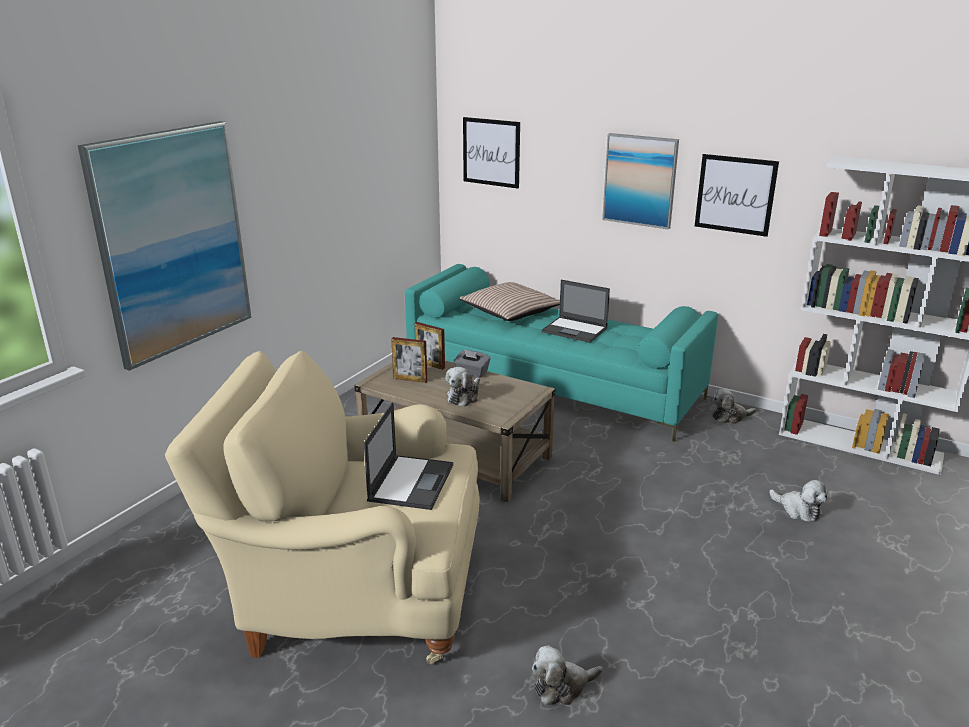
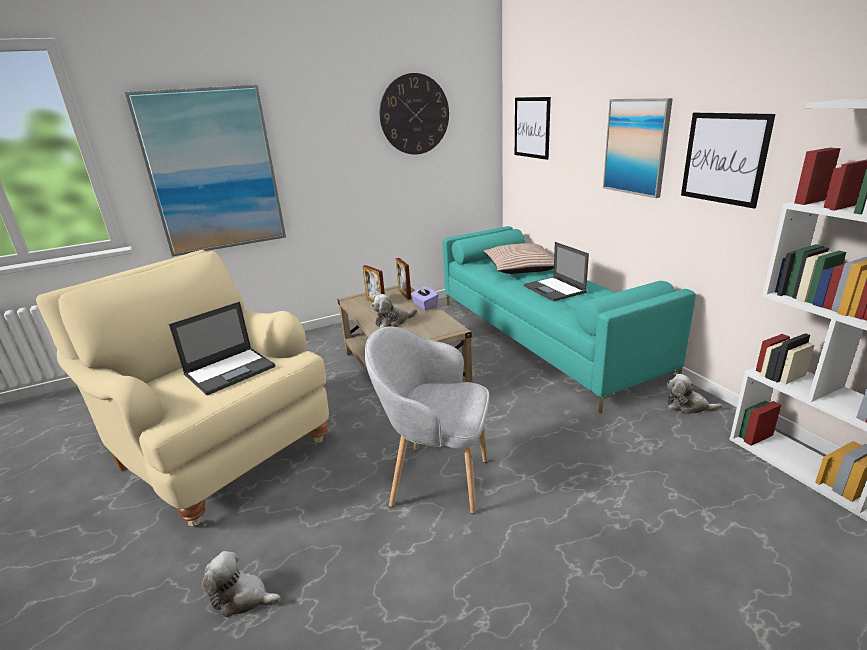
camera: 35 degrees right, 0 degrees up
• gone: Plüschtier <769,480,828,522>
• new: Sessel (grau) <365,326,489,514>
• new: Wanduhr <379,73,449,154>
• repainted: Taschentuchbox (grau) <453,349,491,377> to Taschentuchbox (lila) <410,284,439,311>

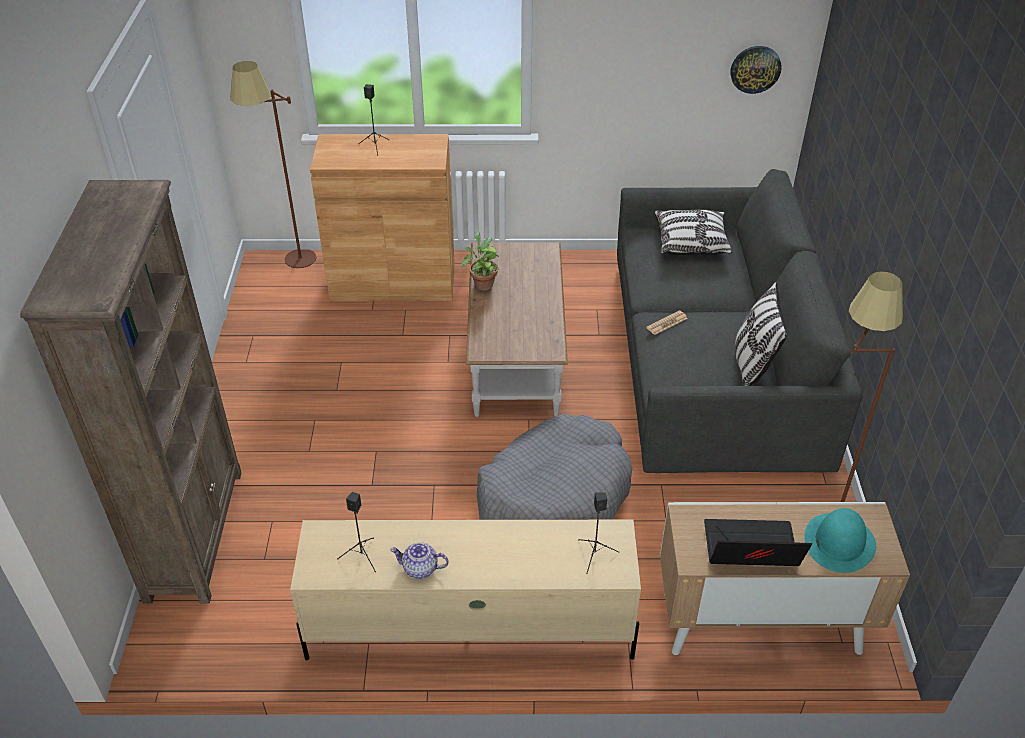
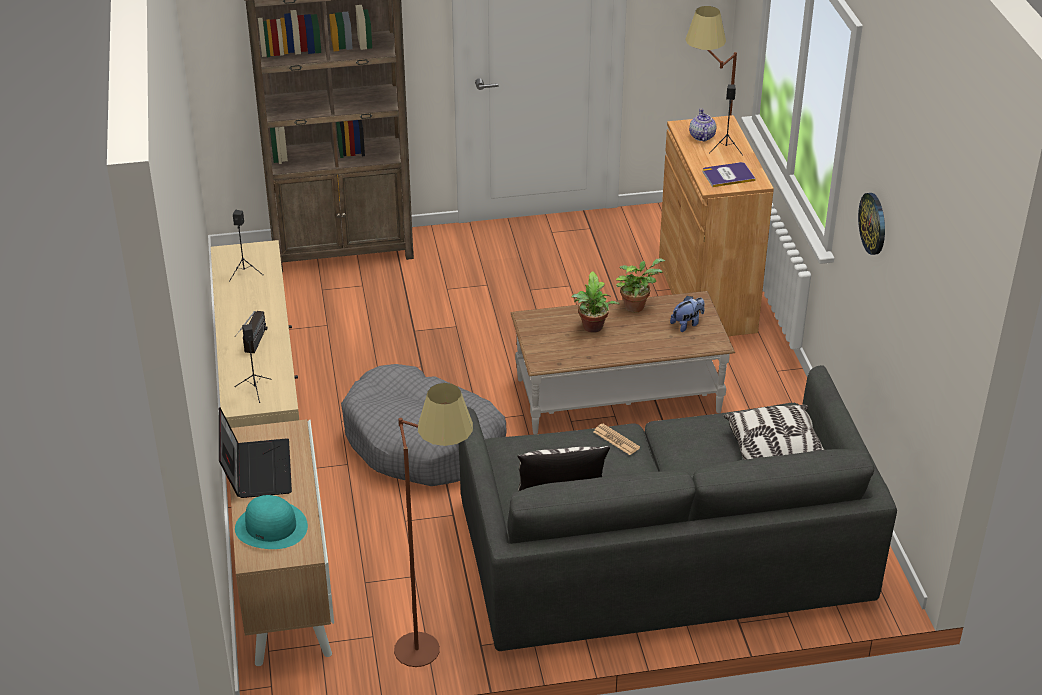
camera: 80 degrees right, 5 degrees down
• new: Radio <235,311,267,353>
• new: Topfpflanze <571,271,620,333>
• new: Plüschtier <670,296,705,332>
• new: Buch <703,162,756,187>
• shifted: Teekanne <390,542,449,579> to <689,109,716,141>
• shifted: Wanduhr <730,46,782,94> to <858,193,885,255>

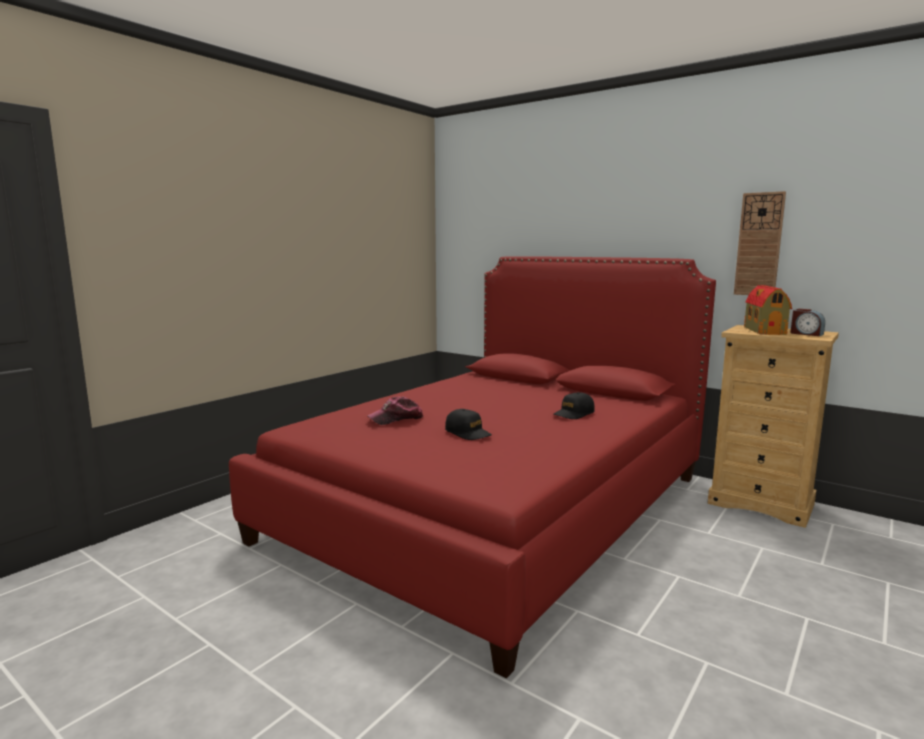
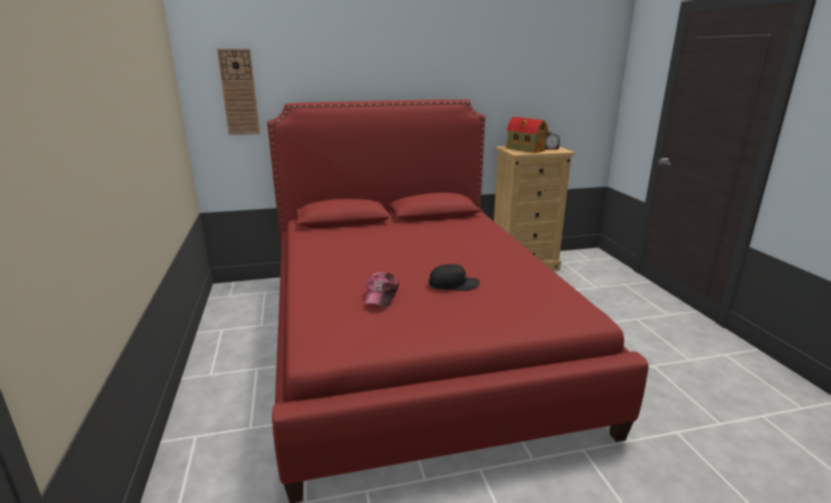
camera: 50 degrees left, 10 degrees up
• gone: Kappe (schwarz) <553,392,595,419>
• shifted: Wanduhr <734,191,786,295> to <217,49,260,135>

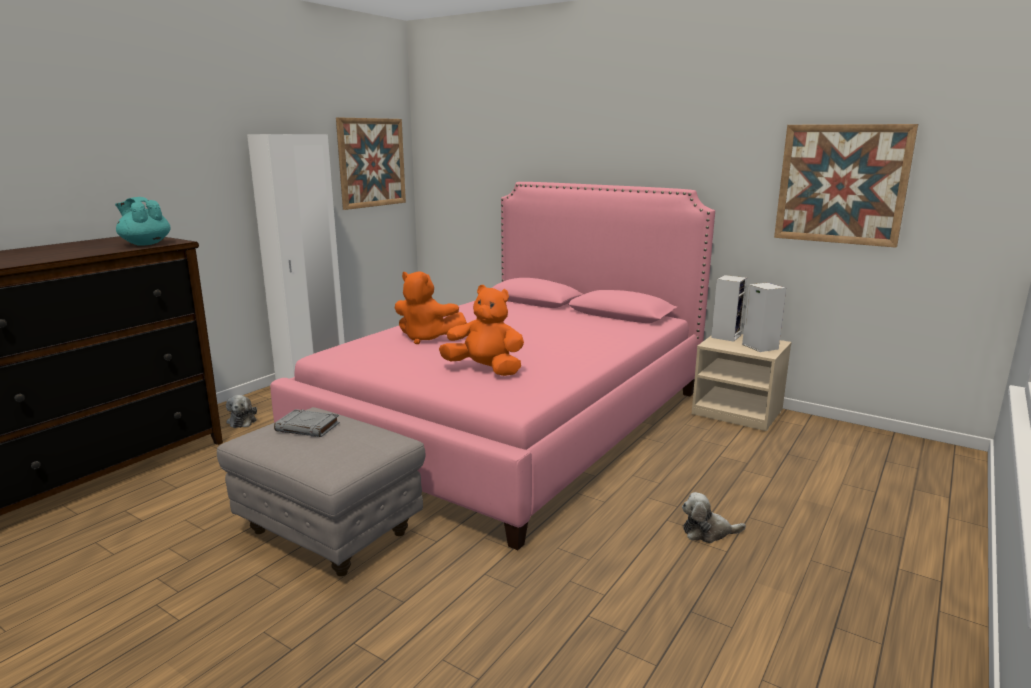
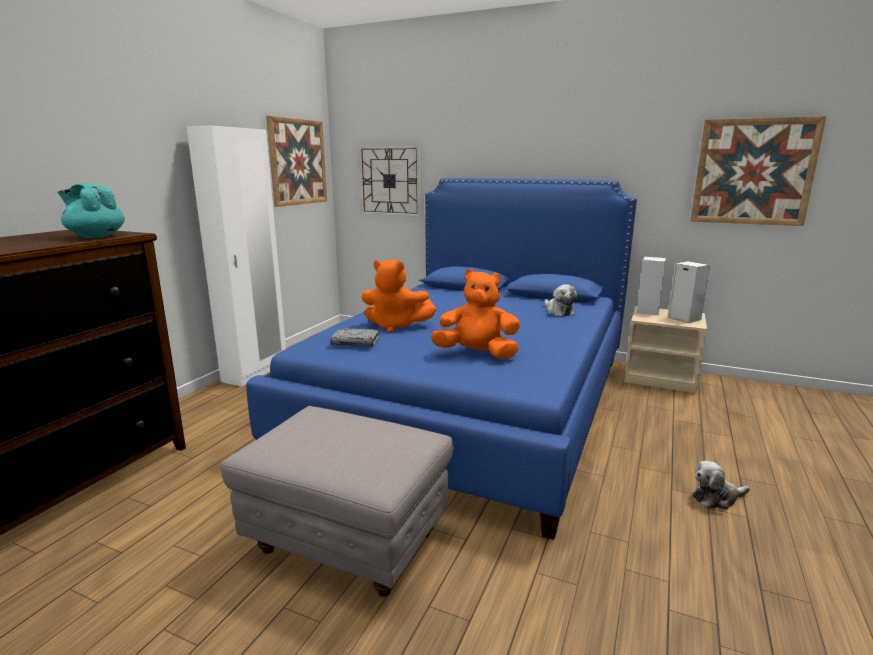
camera: 10 degrees left, 0 degrees up
• new: Wanduhr <358,145,421,217>
• shifted: Plüschtier <226,395,257,428> to <545,284,577,316>
• shifted: Buch (grau) <274,409,340,437> to <331,328,380,346>
• repainted: Bett (rosa) <270,182,715,550> to Bett (blau) <246,178,637,540>

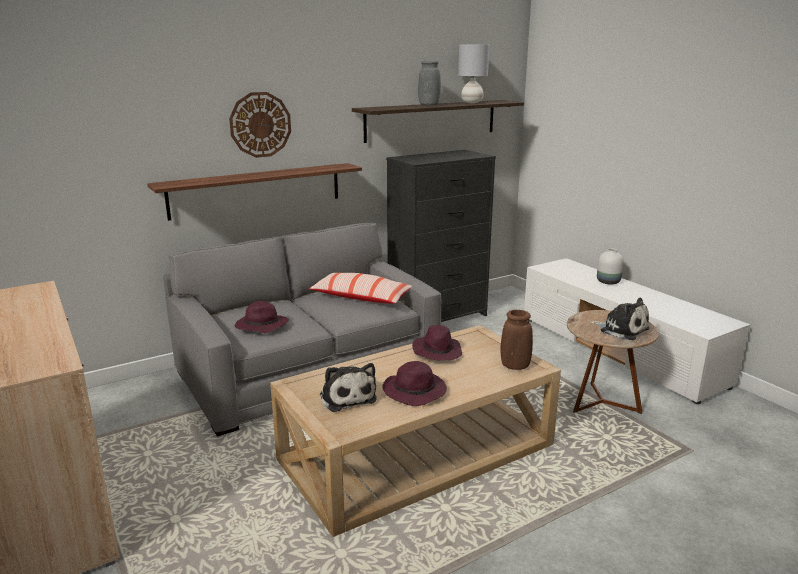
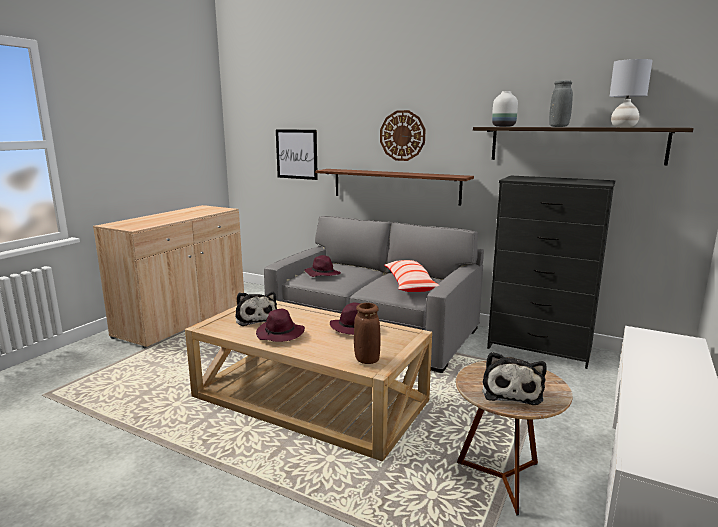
camera: 60 degrees right, 5 degrees down
• new: Bild <276,129,318,180>
• shifted: Vase (weiß) <597,248,624,285> to <492,91,518,127>
• rotated: Plüschtier <320,363,377,412> = <235,292,277,326> 60 degrees counterclockwise

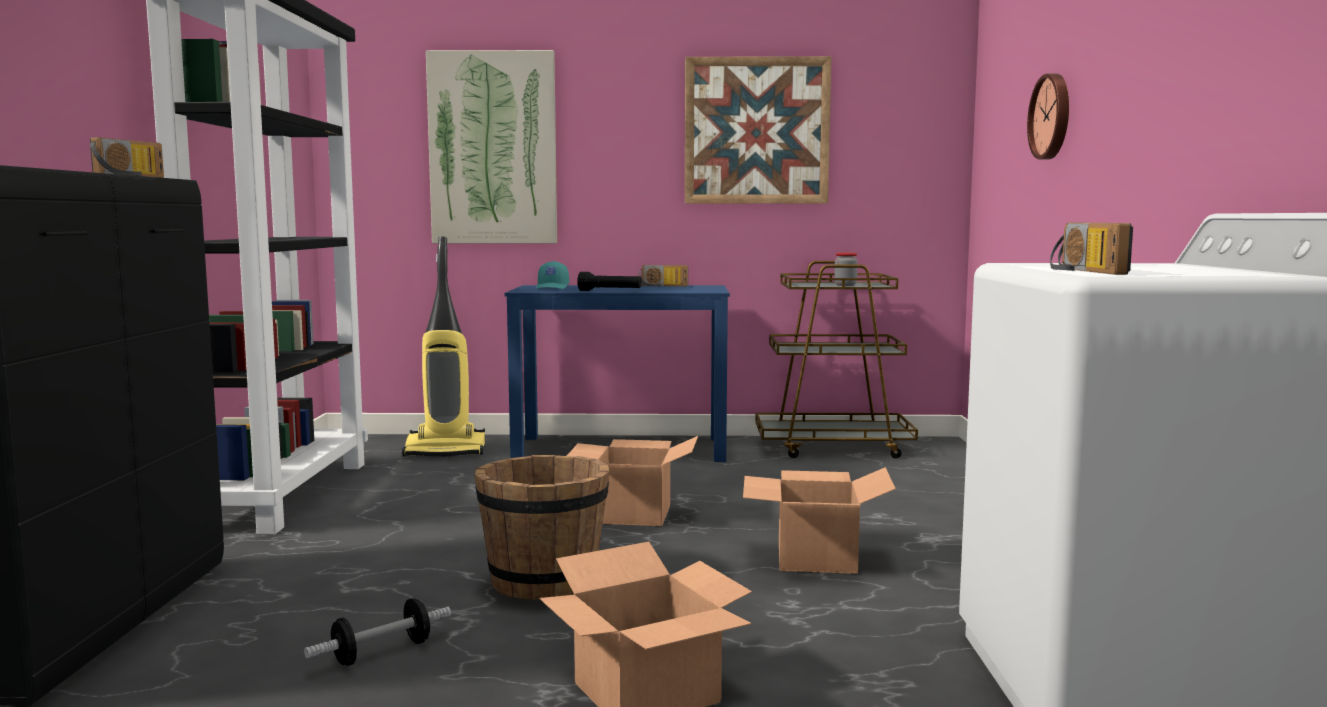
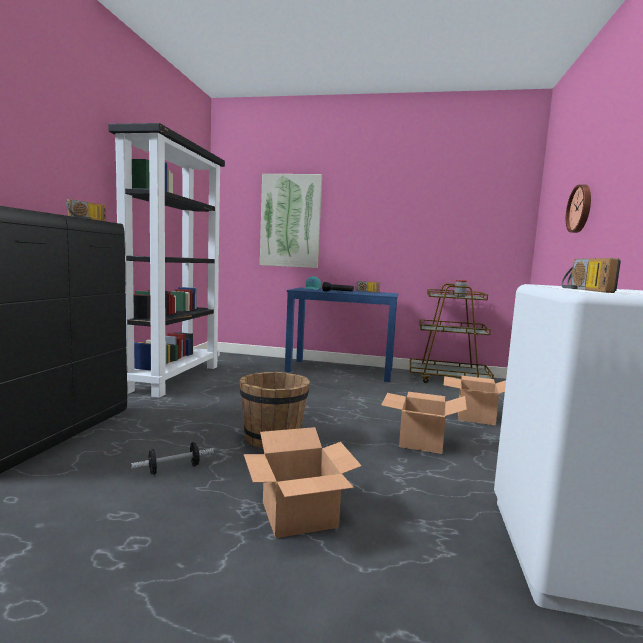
camera: 10 degrees right, 0 degrees up
• gone: Staubsauger <402,236,485,457>
• gone: Bild <685,56,832,204>
• shifted: Karton <567,436,698,526> to <444,376,506,426>

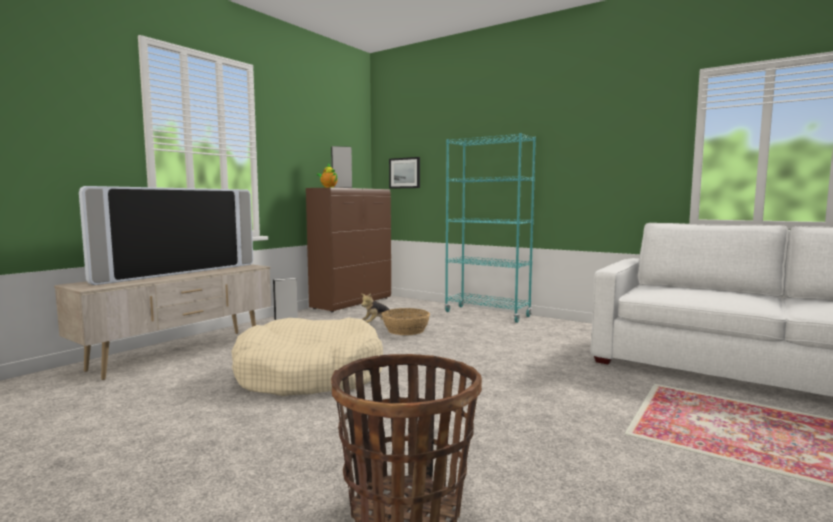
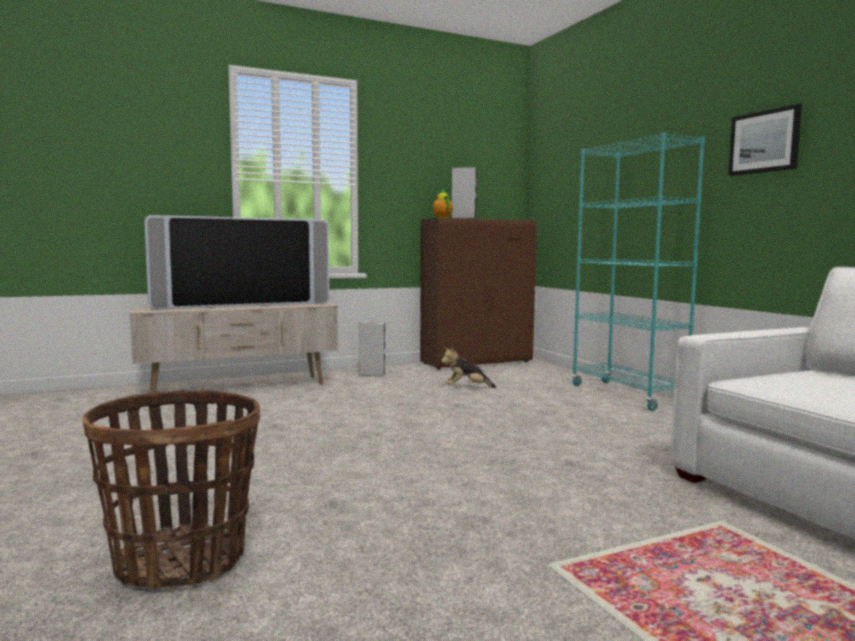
camera: 30 degrees right, 0 degrees up
• gone: Hundebett (beige) <231,317,383,396>
• gone: Korb <382,308,430,335>
• shifted: Bild <389,157,420,189> to <728,104,802,176>

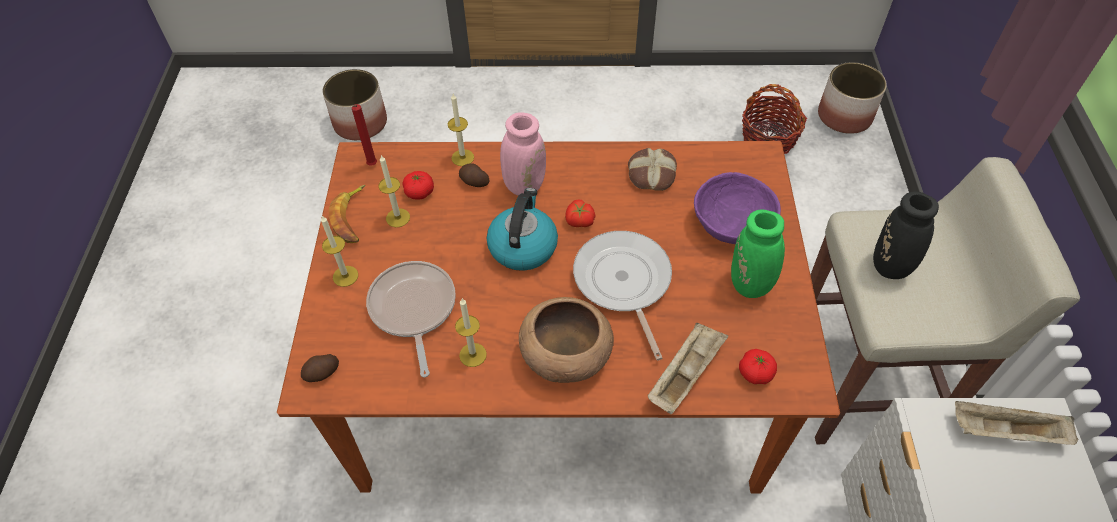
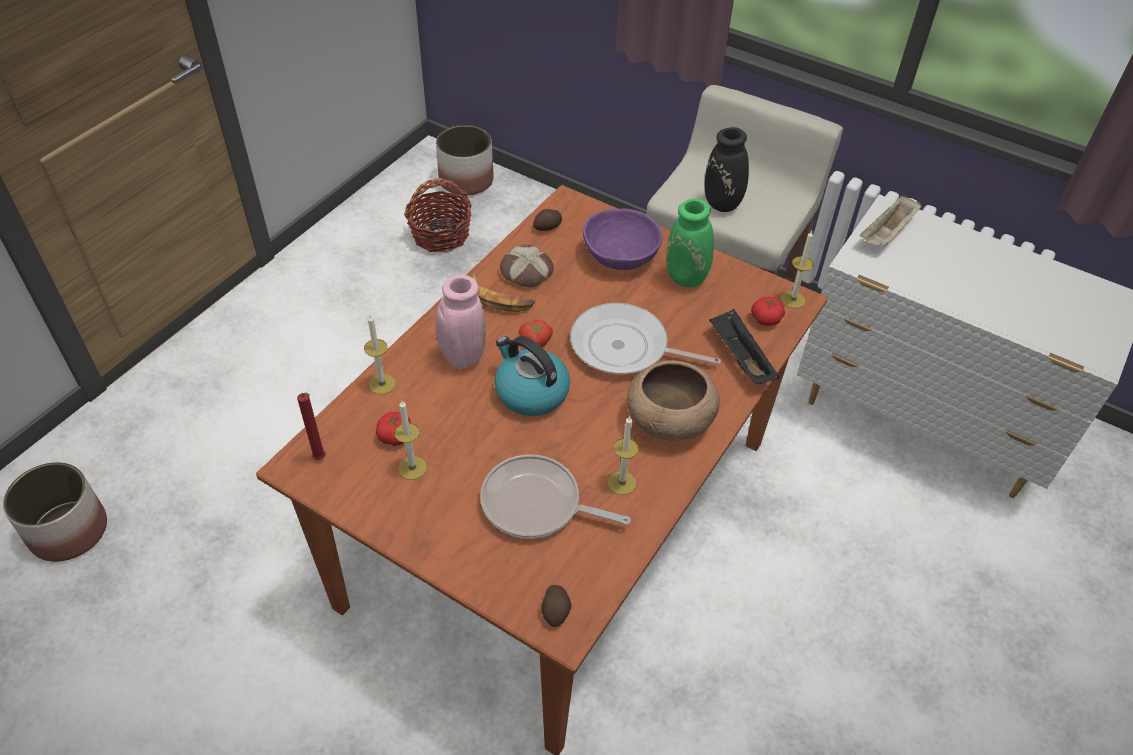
camera: 60 degrees left, 5 degrees down
• shifted: Kerze <321,216,358,287> to <781,231,814,309>
• shifted: Banane <329,185,365,243> to <472,274,535,312>
• shifted: Kartoffel <459,164,490,187> to <533,209,562,231>
• repainted: Tablett (beige) <648,323,728,414> to Tablett (schwarz) <709,309,780,384>

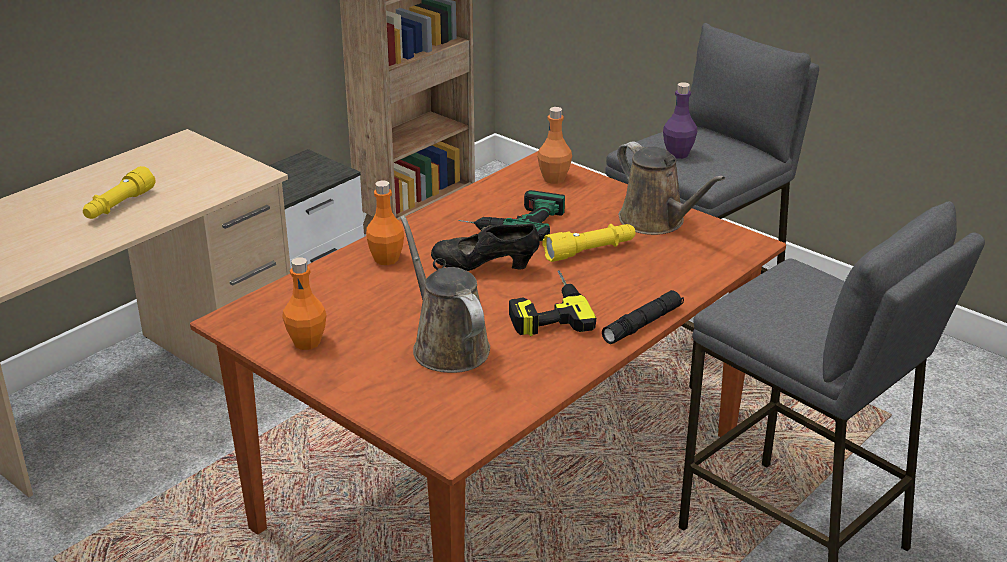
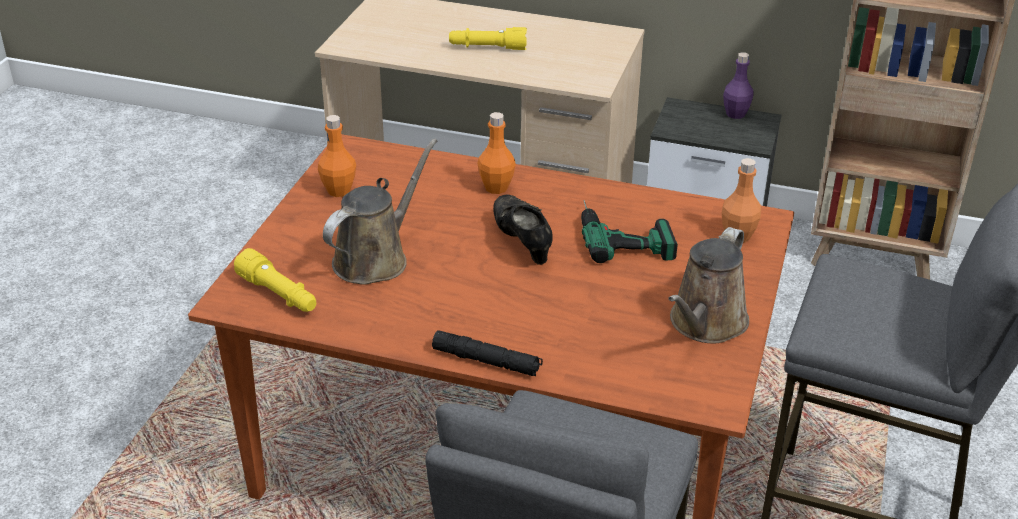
camera: 65 degrees right, 5 degrees up
• gone: Bohrmaschine <509,270,596,336>
• shifted: Taschenlampe (gelb) <542,224,635,262> to <234,248,316,312>
• shifted: Flasche (lila) <663,82,697,159> to <723,52,754,119>

